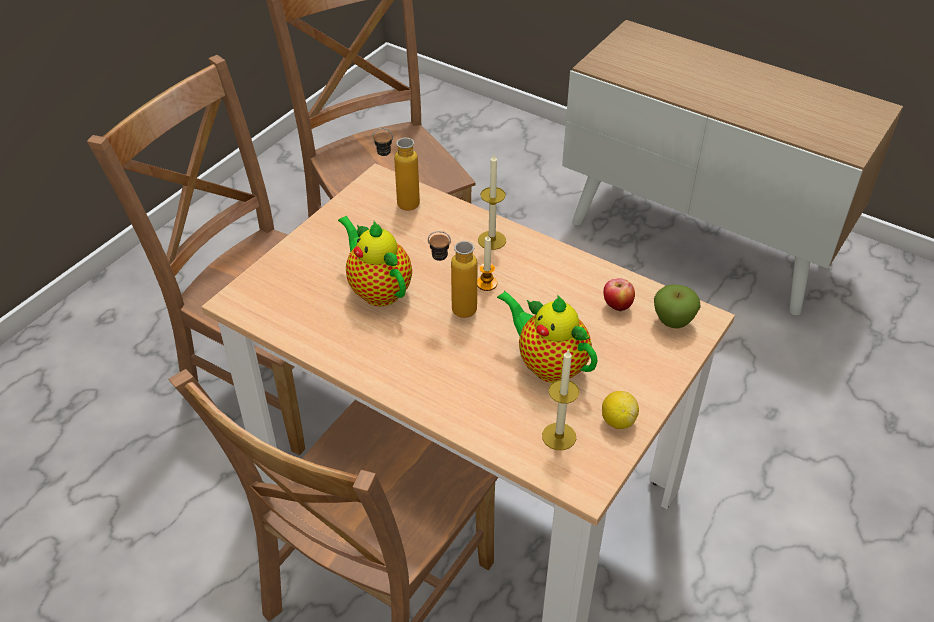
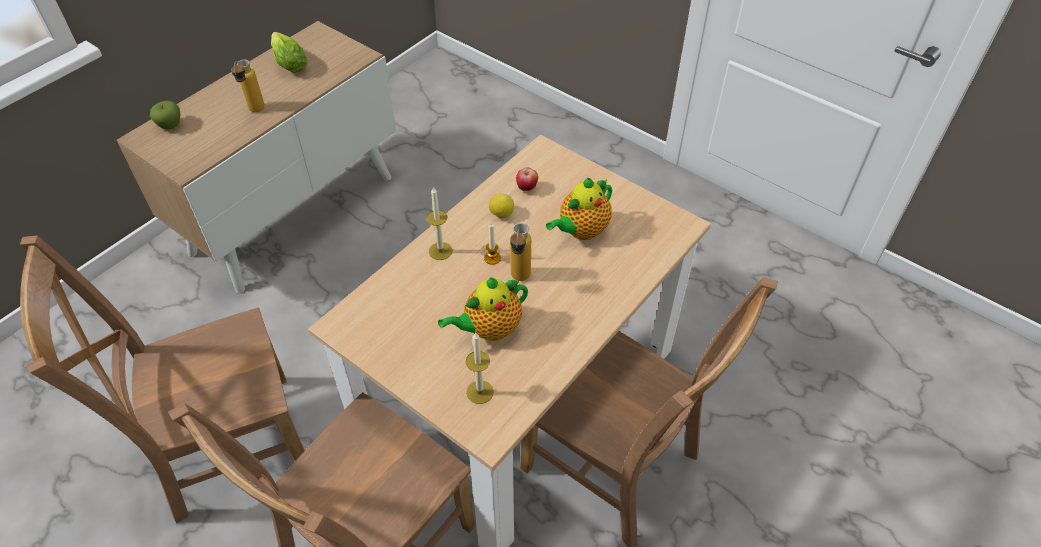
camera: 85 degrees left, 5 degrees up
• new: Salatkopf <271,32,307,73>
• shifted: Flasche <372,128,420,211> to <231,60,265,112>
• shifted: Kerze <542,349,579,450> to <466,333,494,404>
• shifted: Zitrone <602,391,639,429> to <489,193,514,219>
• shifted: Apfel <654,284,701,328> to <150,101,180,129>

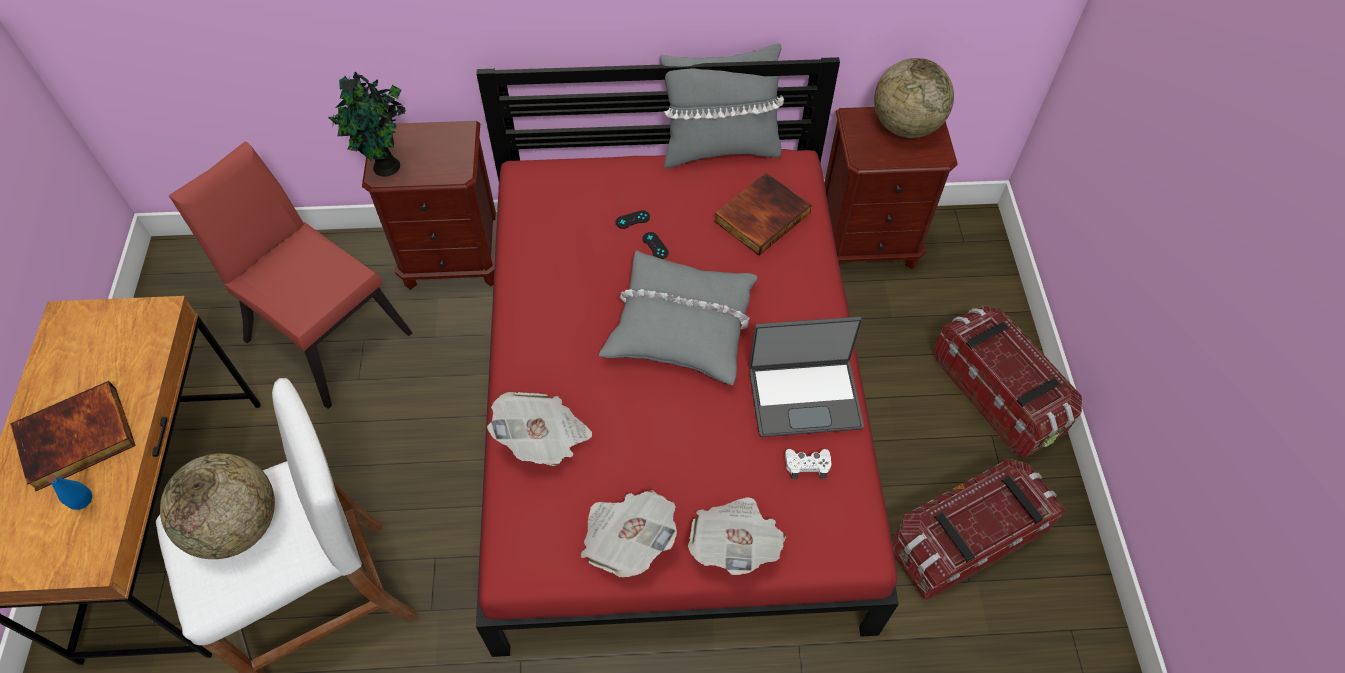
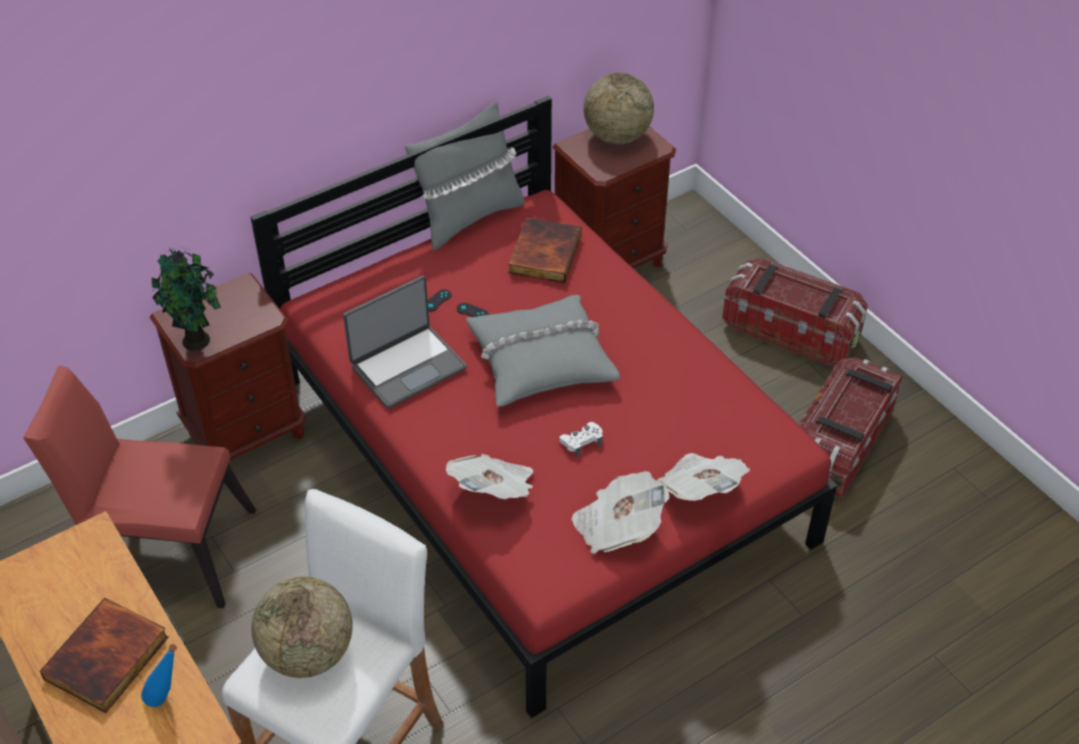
camera: 30 degrees left, 10 degrees down
• shifted: Laptop <749,317,864,437> to <343,276,467,409>
• shifted: Gamepad (weiß) <785,449,831,479> to <560,422,603,456>

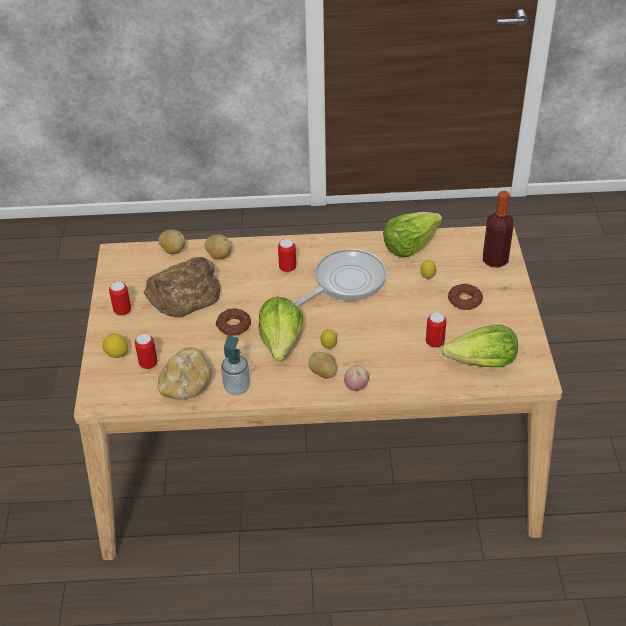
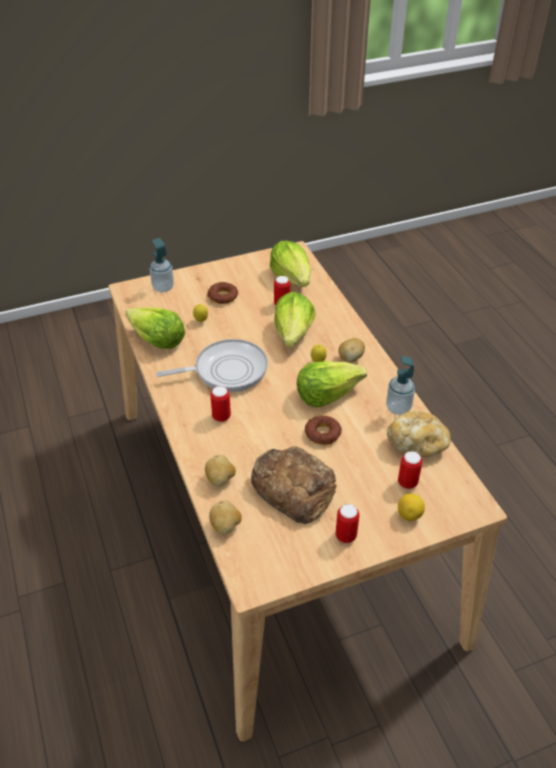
camera: 110 degrees left, 0 degrees up
• gone: Apfel <344,366,369,391>
• new: Salatkopf <274,292,315,347>
• swapped: Flasche <483,191,513,268> to Seifenspender <149,238,174,293>
• rotated: Pfanne <293,249,386,307> = <156,339,268,392> 135 degrees clockwise

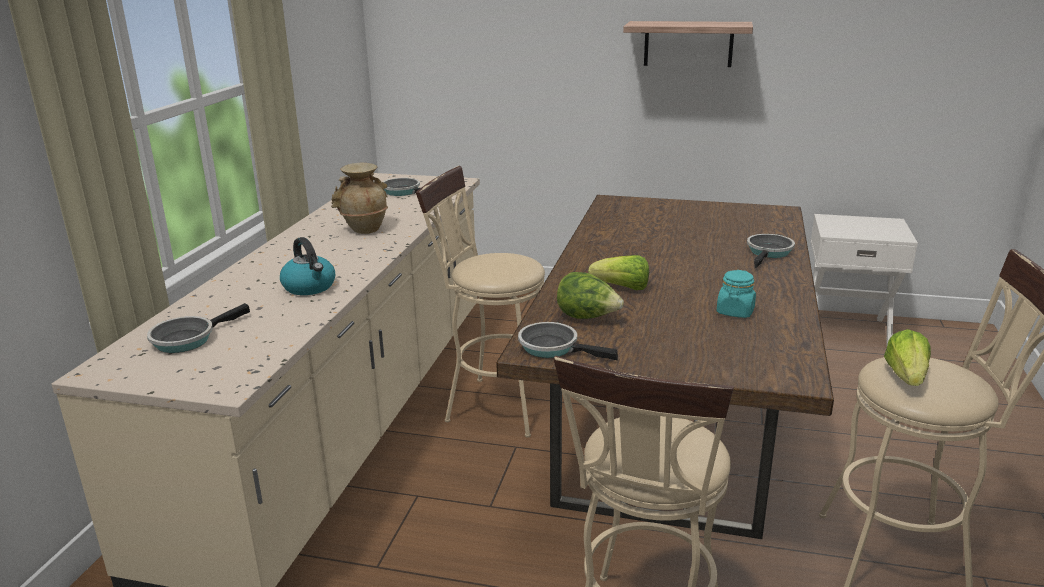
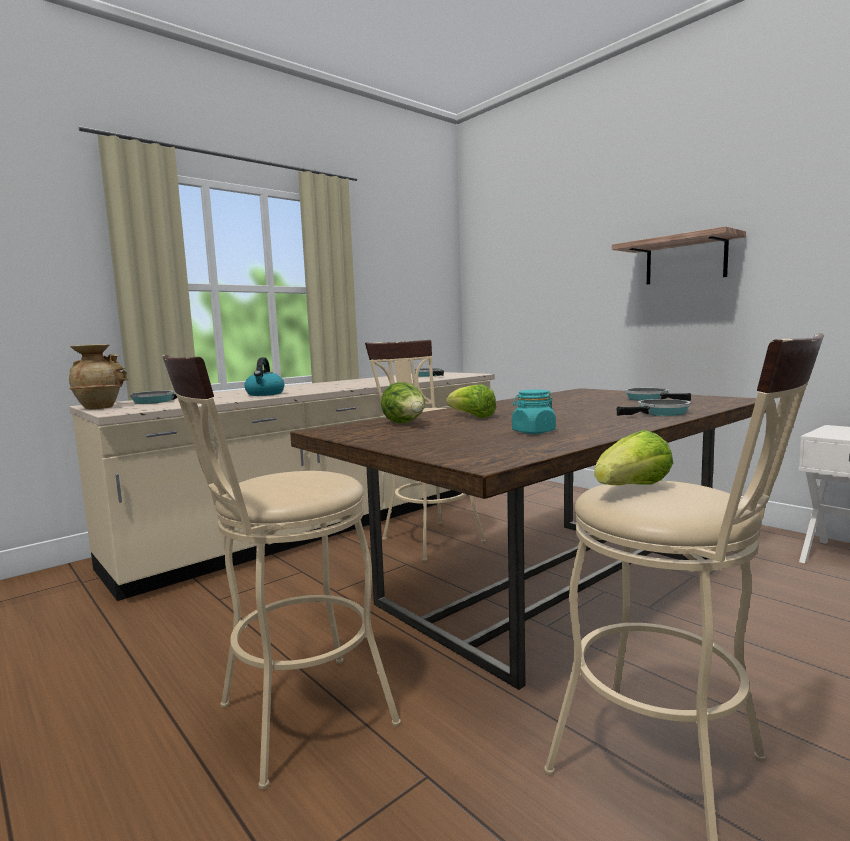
camera: 35 degrees right, 15 degrees down
• shifted: Vase (beige) <331,163,388,234> to <69,344,128,409>
• shifted: Pfanne <518,322,618,360> to <625,388,691,401>

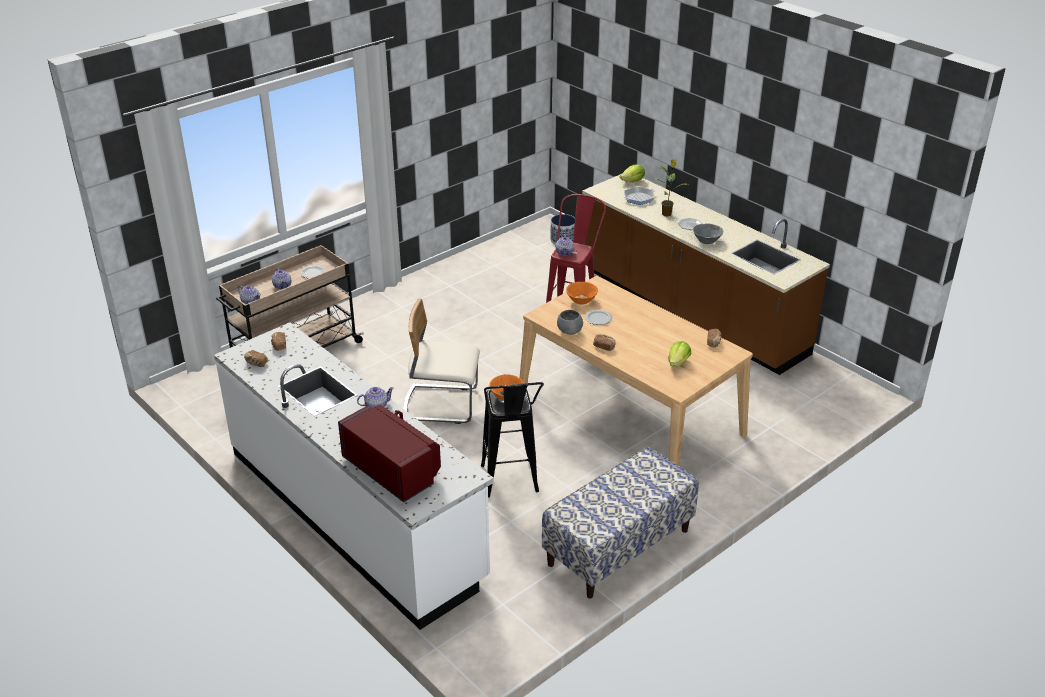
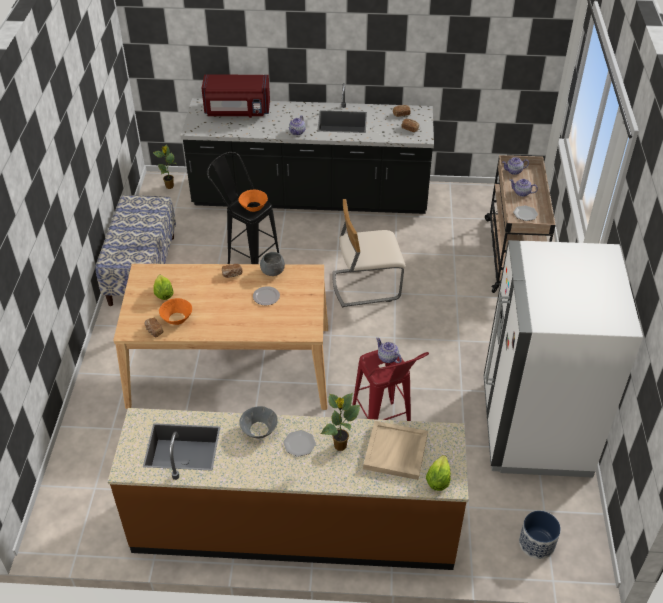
camera: 135 degrees right, 10 degrees up
• new: Topfpflanze <153,144,176,189>
• new: Kühlschrank (weiß) <484,240,643,478>
• shifted: Schüssel (orange) <566,282,598,305> to <159,298,192,325>
• swapped: Pfanne <624,187,655,205> to Tablett (beige) <363,421,428,480>
• repainted: Küchenzeile (weiß) <214,322,494,630> to Küchenzeile (schwarz) <180,83,434,214>
• rotated: Stuhl (beige) <403,299,480,424> = <333,199,406,308> 150 degrees counterclockwise

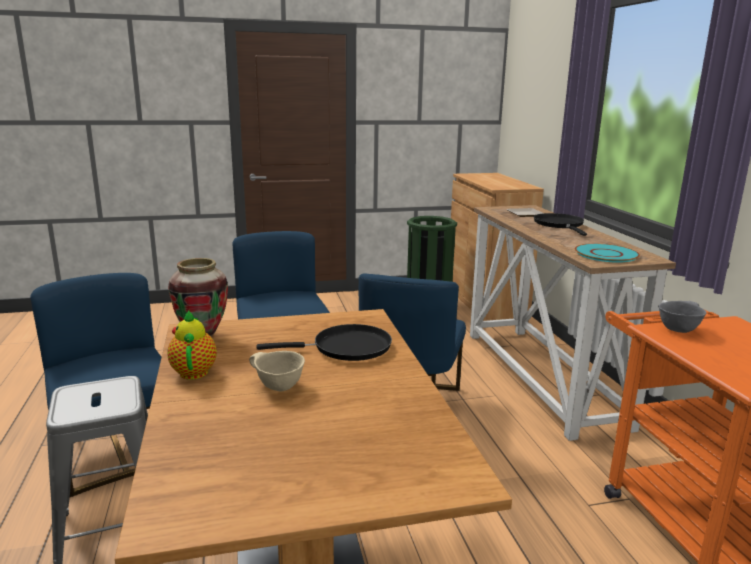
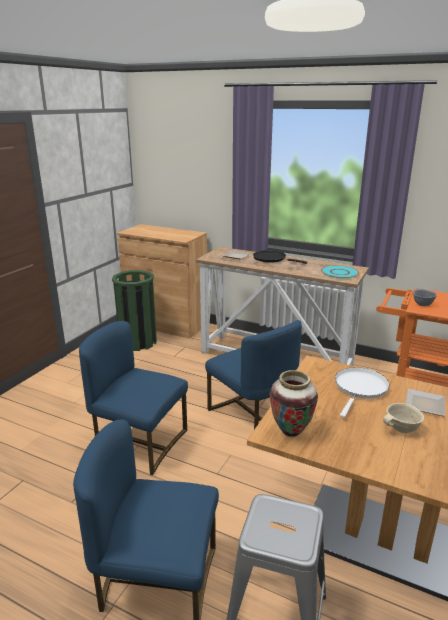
camera: 50 degrees left, 5 degrees up
• gone: Teekanne <167,310,217,380>
• new: Teller <405,389,445,416>
• repainted: Pfanne (schwarz) <257,324,392,361> to Pfanne (weiß) <335,367,390,418>

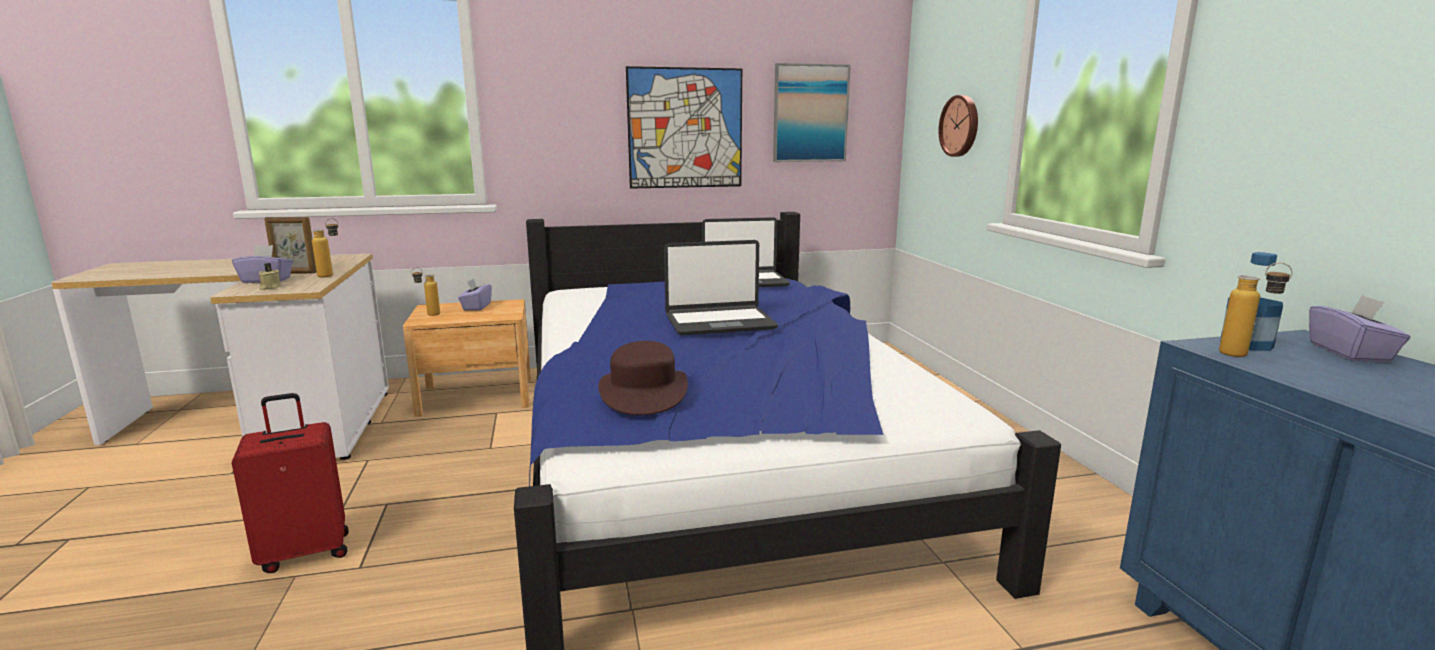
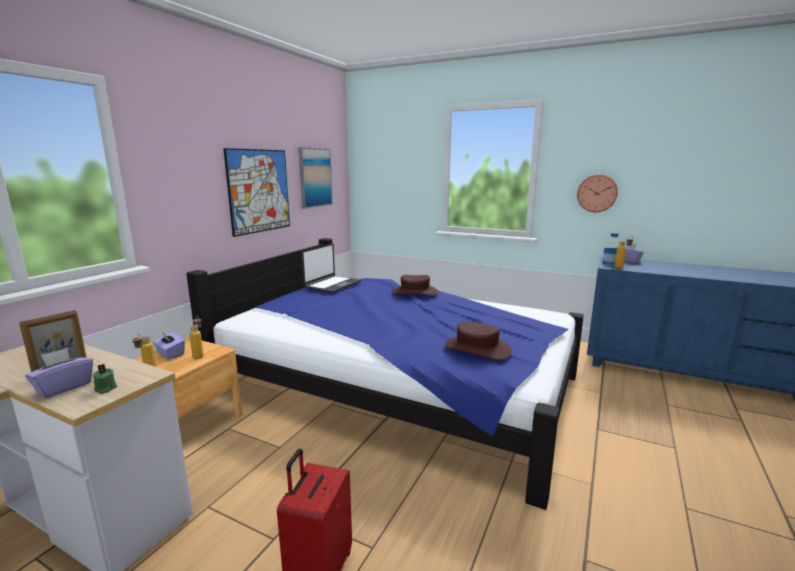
camera: 50 degrees left, 0 degrees up
• gone: Laptop <664,240,778,335>
• new: Hut (braun) <392,275,439,295>
• shifted: Flasche <312,218,339,278> to <189,315,204,359>
• shifted: Wanduhr <939,95,978,157> to <577,175,618,212>
• repainted: Kerze (beige) <259,263,281,290> to Kerze (grün) <93,364,117,394>

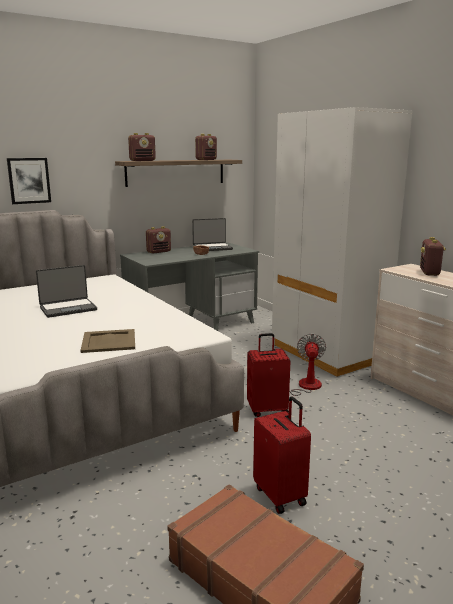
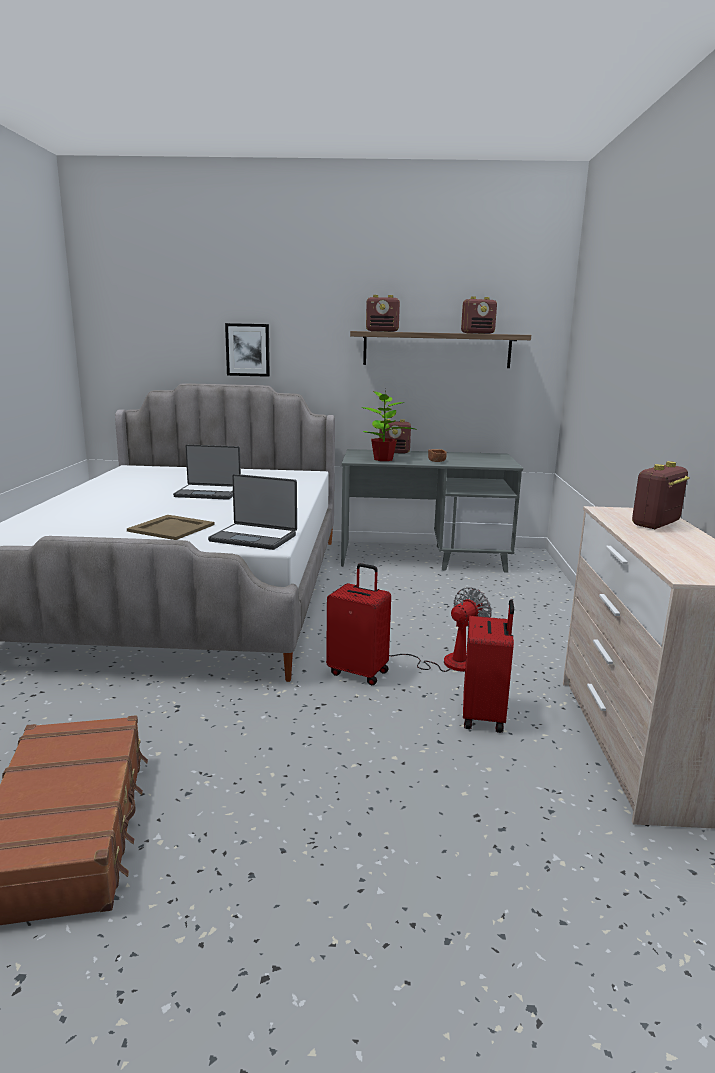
camera: 35 degrees right, 0 degrees up
• gone: Kleiderschrank (weiß) <272,107,413,377>
• new: Topfpflanze <361,389,415,461>
• shifted: Laptop <192,218,233,251> to <208,474,297,550>
• shifted: Koffer (rot) <253,396,311,514> to <463,600,514,733>

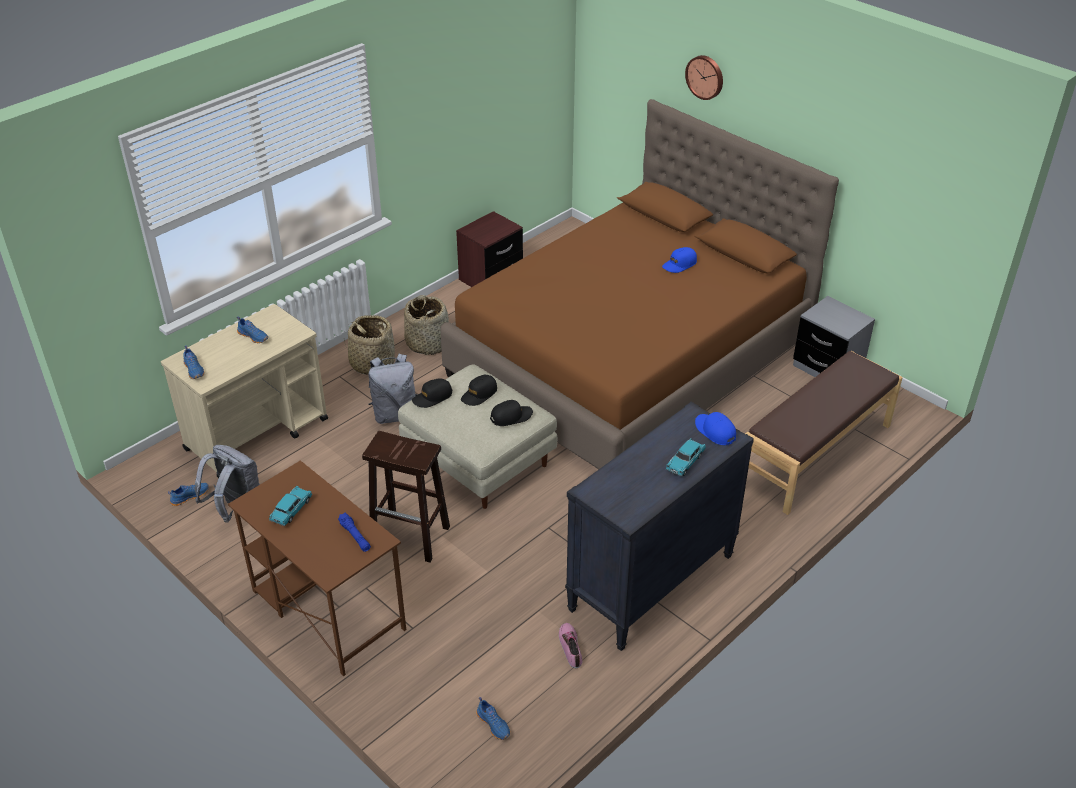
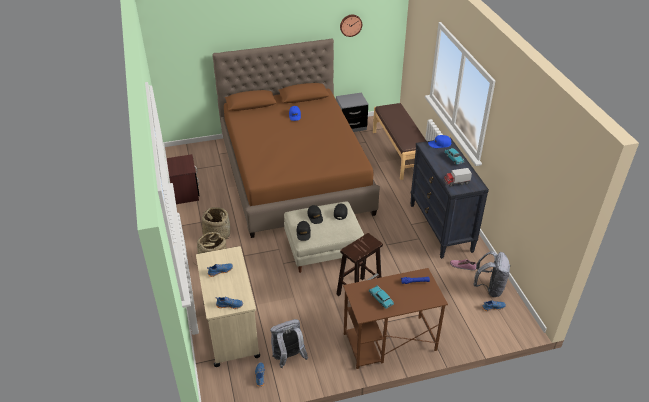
camera: 60 degrees left, 0 degrees up
• new: Spielzeuglaster <443,168,472,187>
• shifted: Rucksack (grau) <369,354,418,424> to <474,251,510,297>
• shifted: Wanduhr <685,55,723,100> to <340,14,362,37>

